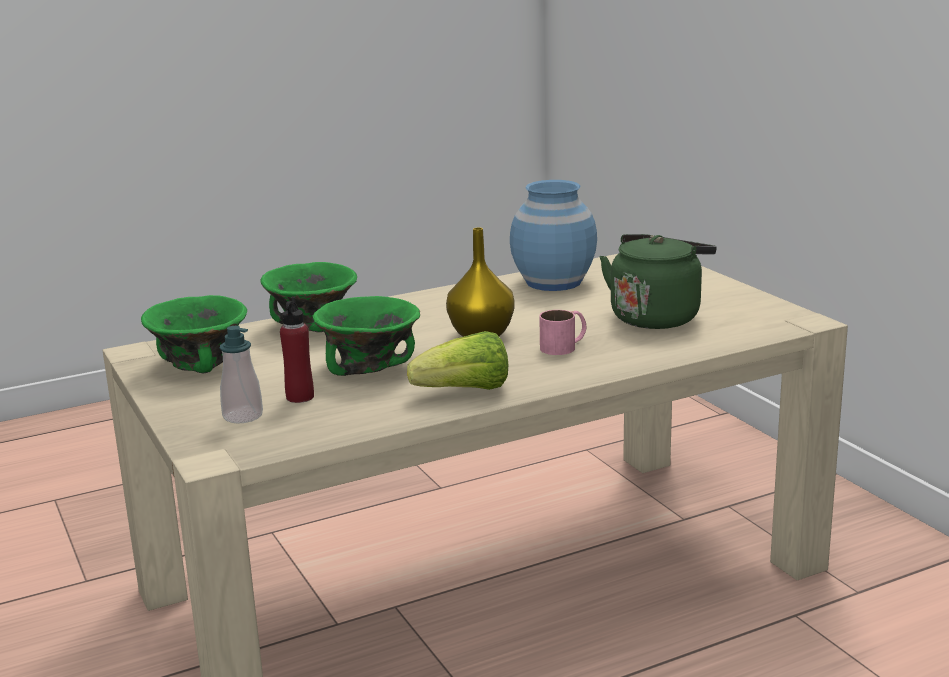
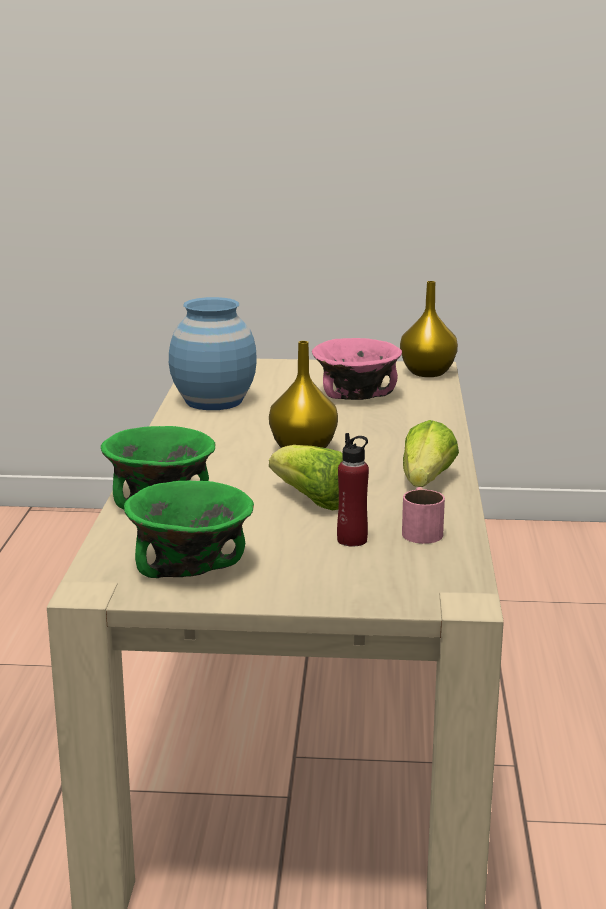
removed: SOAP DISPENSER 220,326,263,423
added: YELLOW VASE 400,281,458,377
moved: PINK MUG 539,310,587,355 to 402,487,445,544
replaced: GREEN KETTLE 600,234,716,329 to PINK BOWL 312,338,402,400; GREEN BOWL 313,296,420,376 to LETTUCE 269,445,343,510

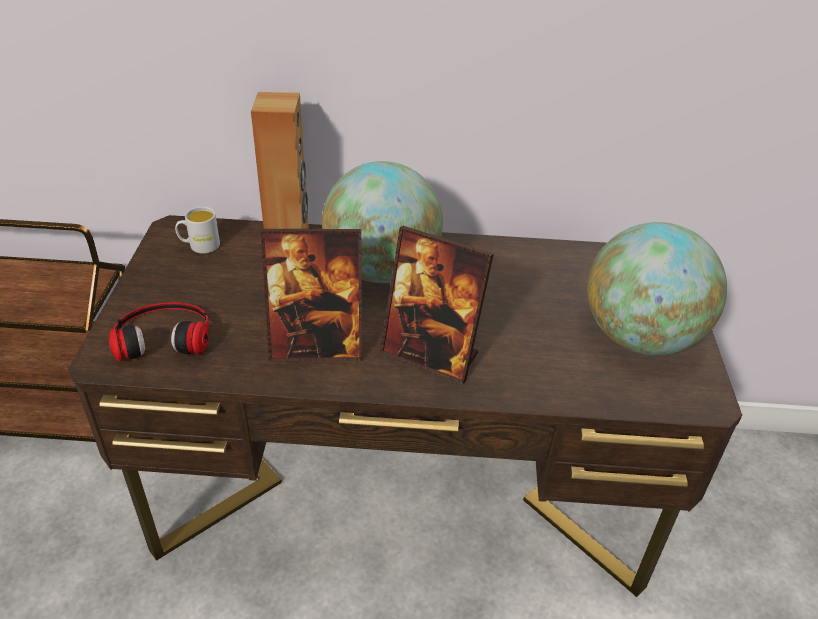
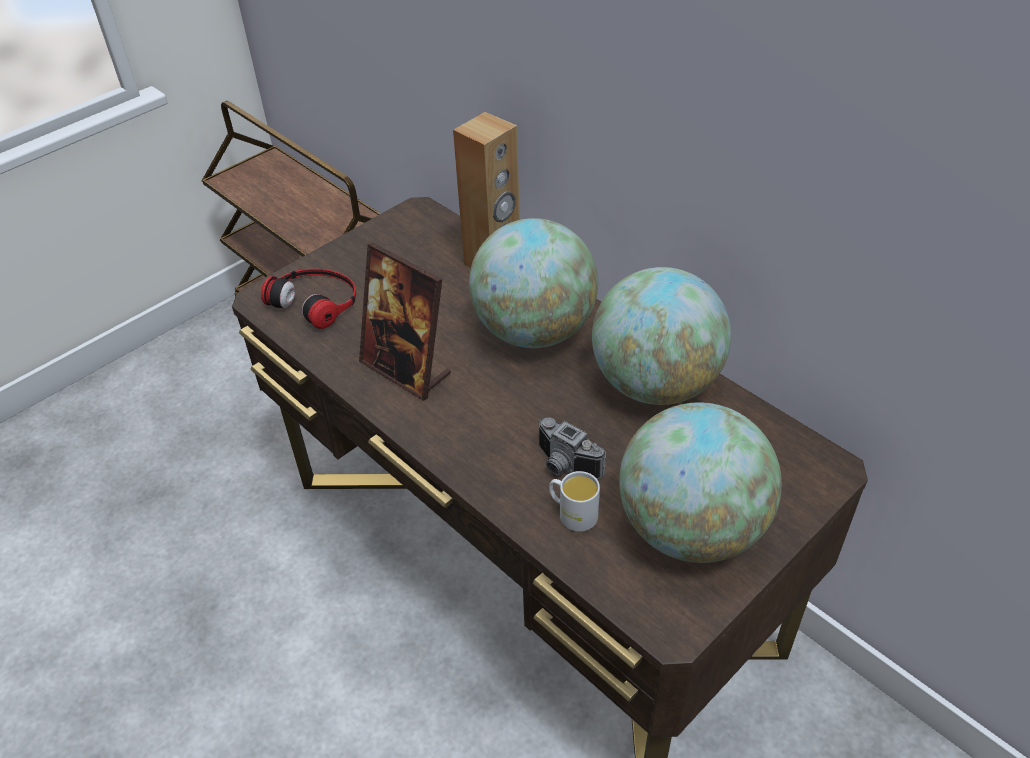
removed: PICTURE FRAME 380,226,494,384
added: GLOBE 592,267,731,405; PHOTO CAMERA 539,417,606,479
moved: WHITE MUG 175,207,220,254 to 549,471,600,532

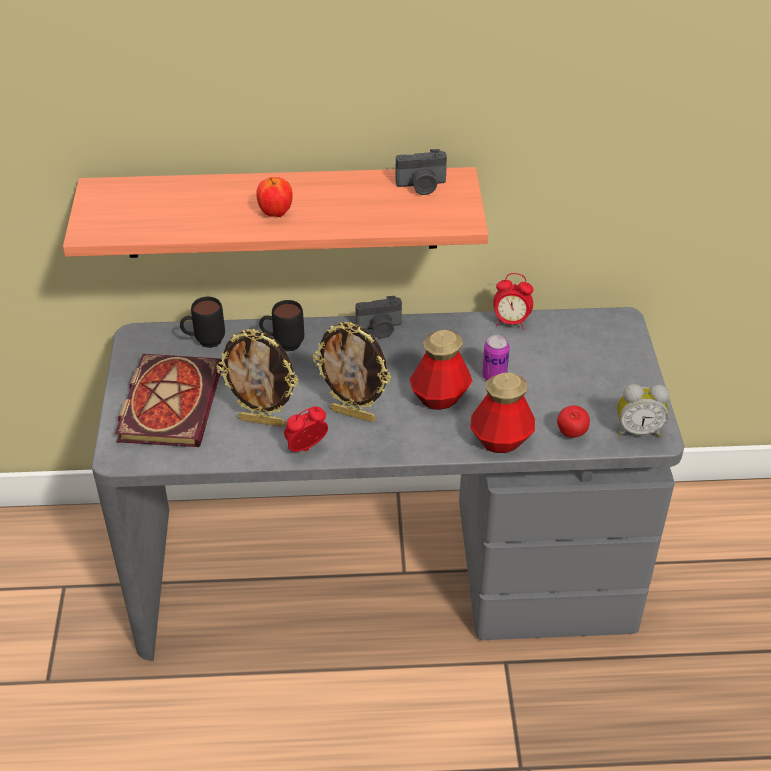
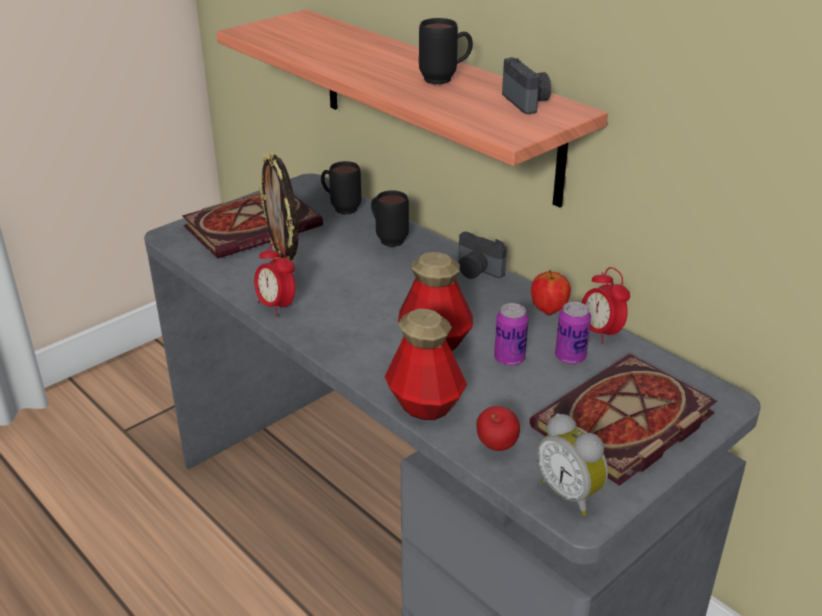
removed: PICTURE FRAME 313,322,391,422
added: BLACK MUG 419,18,473,84; CAN 555,302,591,365; BOOK 529,354,717,486
moved: APPLE 256,177,293,217 to 531,270,571,315
turned: PHOTO CAMERA 395,149,447,195 = 502,57,551,114 150 degrees counterclockwise; ALARM CLOCK 284,406,328,452 = 254,242,295,317 150 degrees counterclockwise

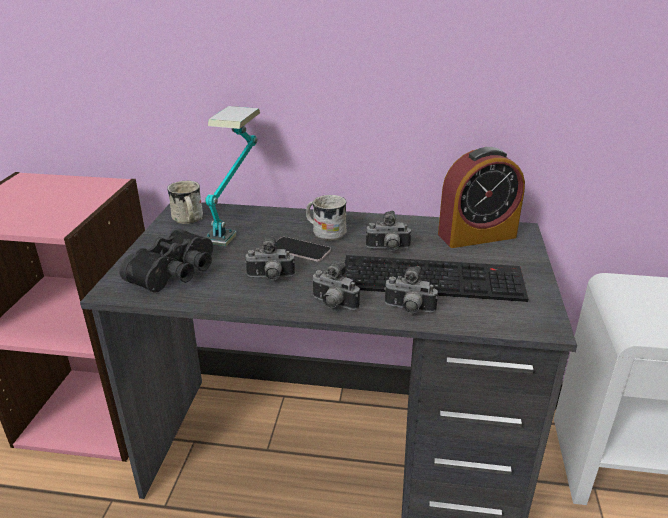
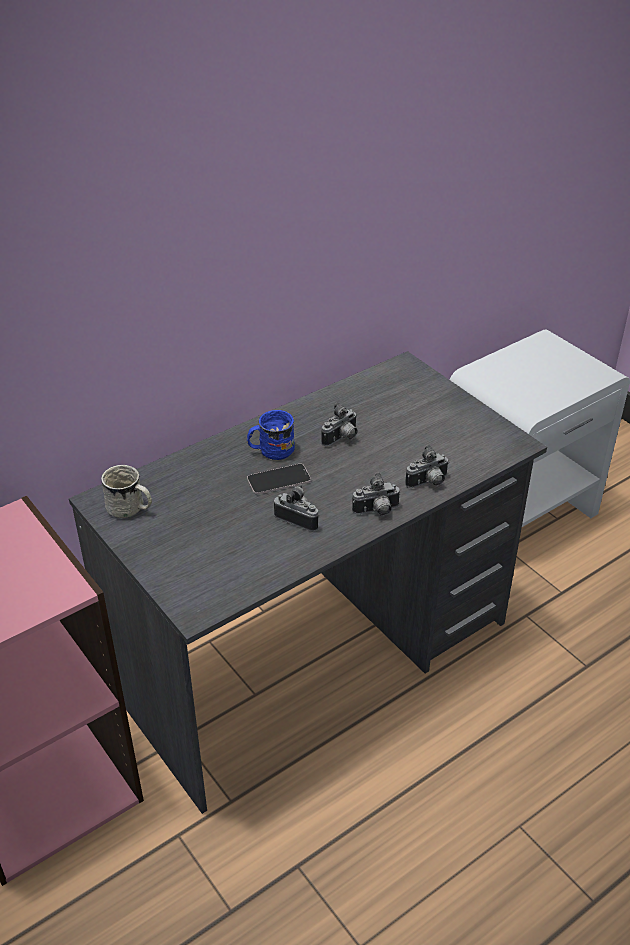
removed: TABLE LAMP 204,106,260,246; ALARM CLOCK 438,147,525,248; BLACK BINOCULARS 119,229,213,292; KEYBOARD 343,255,528,302
recoloured: WHITE MUG 306,195,347,241 to BLUE MUG 247,410,295,460
turned: PHOTO CAMERA 245,236,295,280 = 274,484,320,531 105 degrees counterclockwise

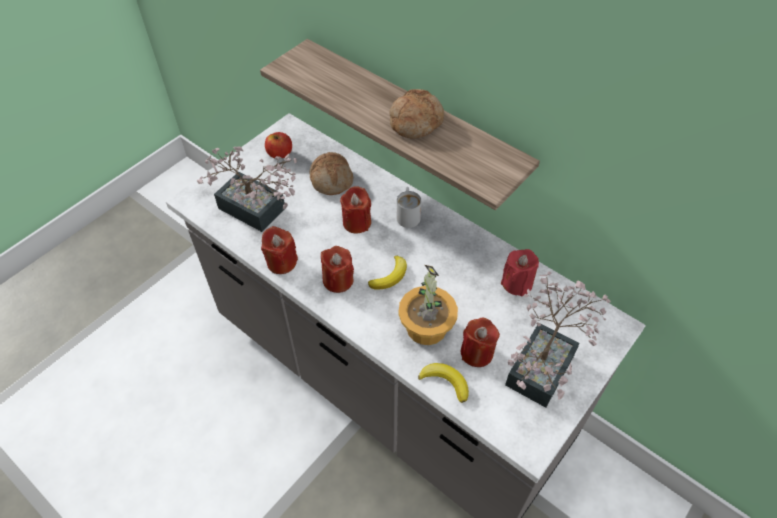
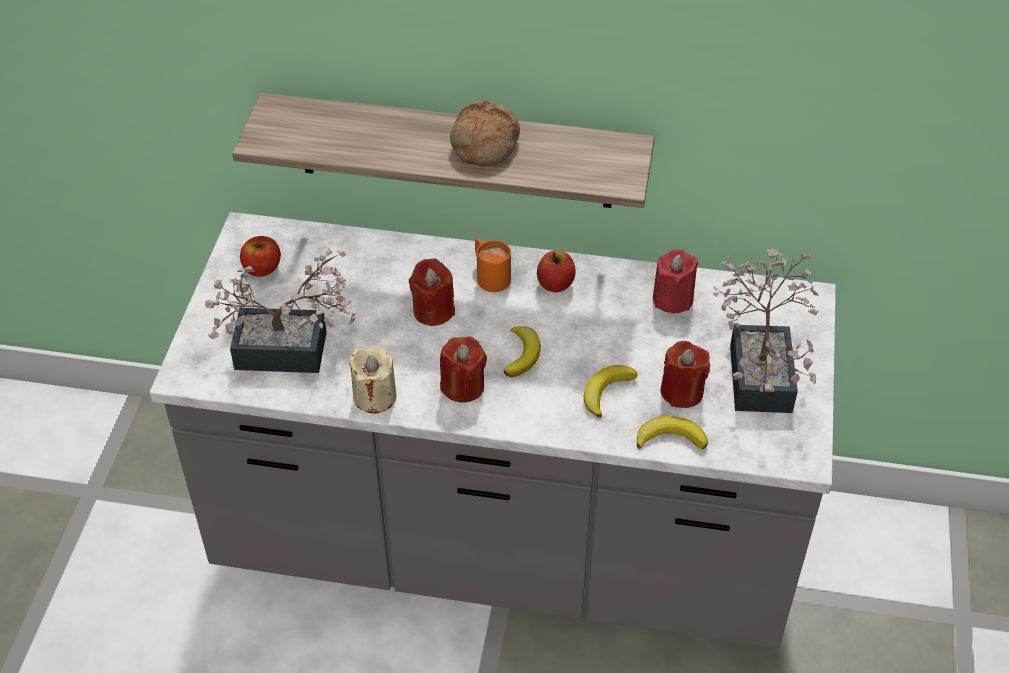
removed: BREAD 310,152,353,195
added: APPLE 537,250,576,292
replaced: POTTED PLANT 398,265,458,345 to BANANA 584,365,637,418
recoloured: WHITE MUG 397,187,421,228 to ORANGE MUG 475,238,511,292; RED CANDLE 261,226,298,274 to BEIGE CANDLE 349,347,397,413

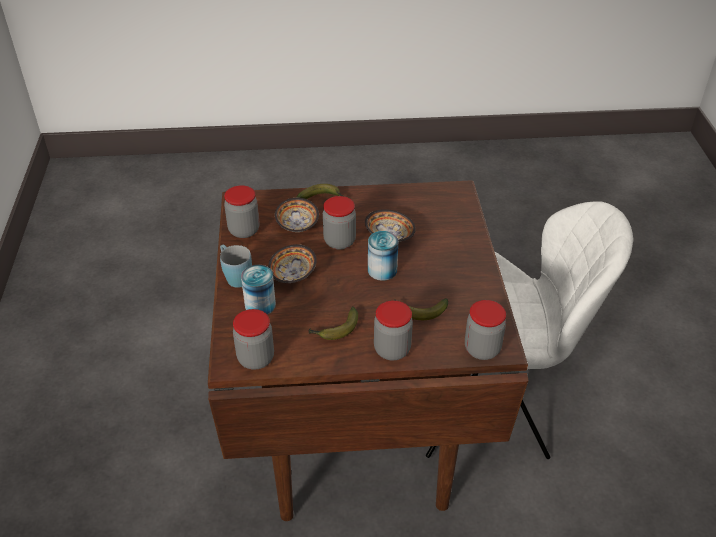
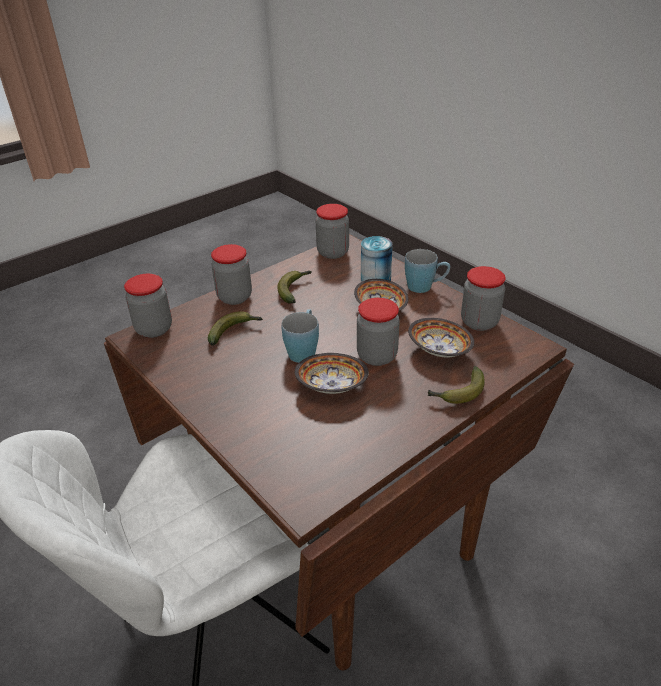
replaced: CAN 368,231,398,281 to BLUE MUG 281,309,319,363

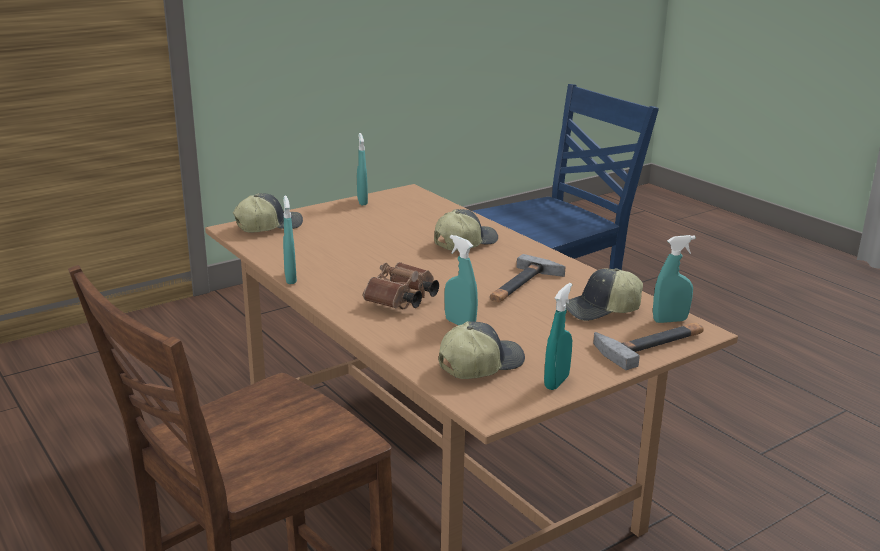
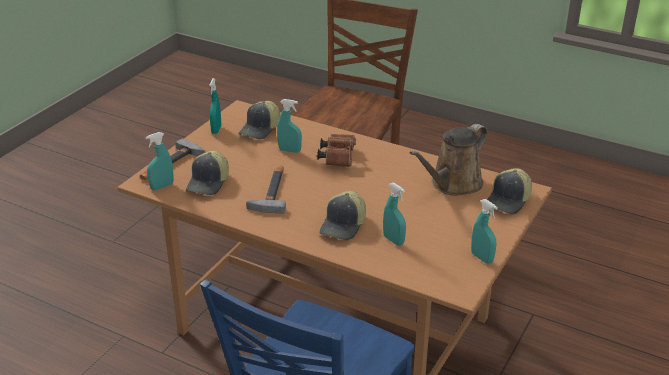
added: BROWN WATERING CAN 410,124,488,196
moved: TURQUOISE SPRAY BOTTLE 283,196,297,284 to 383,182,406,246
turned: CAP 566,268,643,321 = 186,151,229,195 150 degrees clockwise

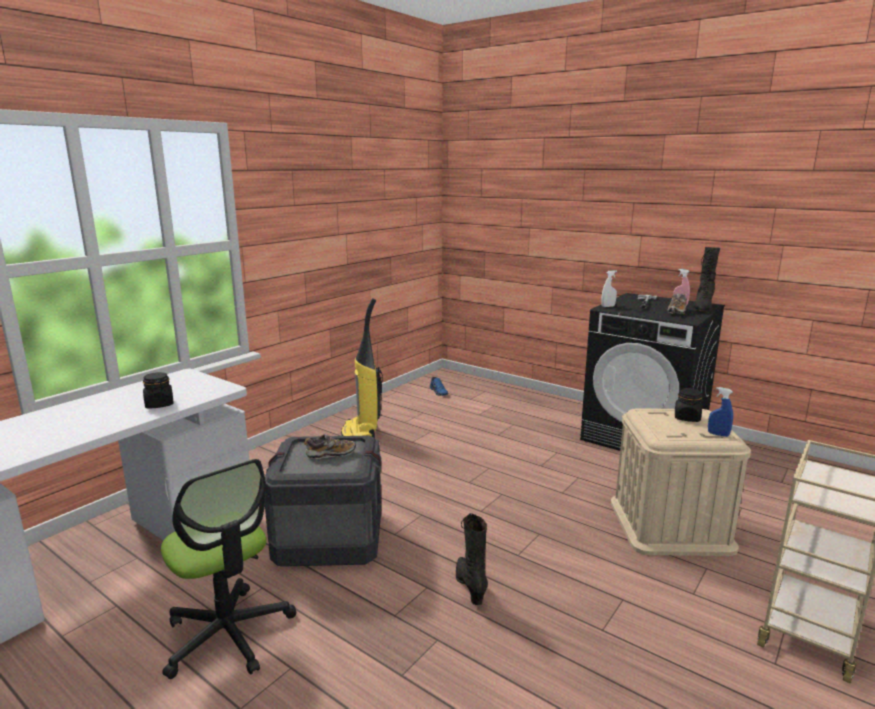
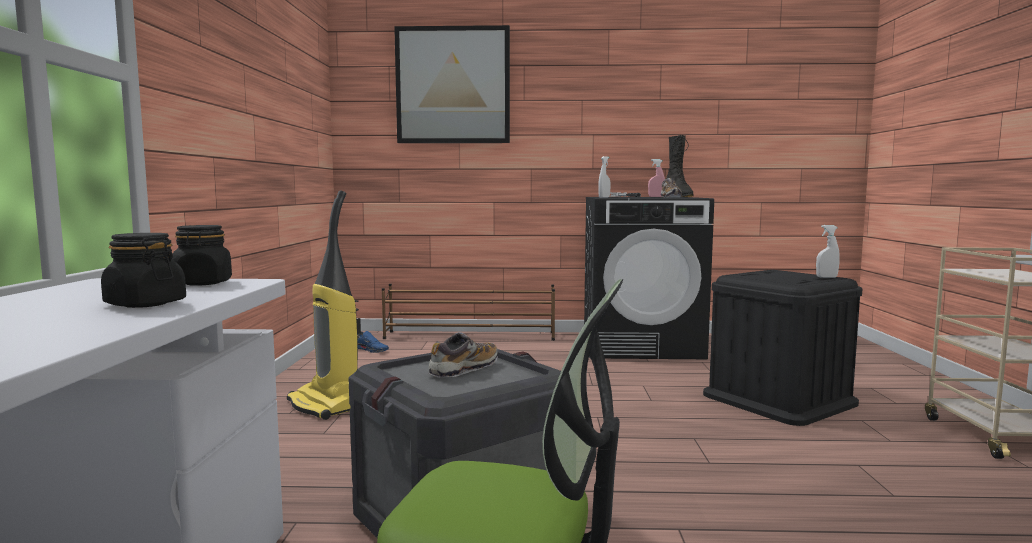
removed: BLACK BOOT 456,513,488,605
added: PICTURE 394,25,510,143; BROWN SHOE RACK 382,284,555,341
moved: BLACK JAR 675,388,702,422 to 172,225,232,286
recoloured: BLUE SPRAY BOTTLE 708,387,733,437 to WHITE SPRAY BOTTLE 816,225,840,278; BEIGE STORAGE BOX 611,409,751,556 to BLACK STORAGE BOX 703,270,863,426

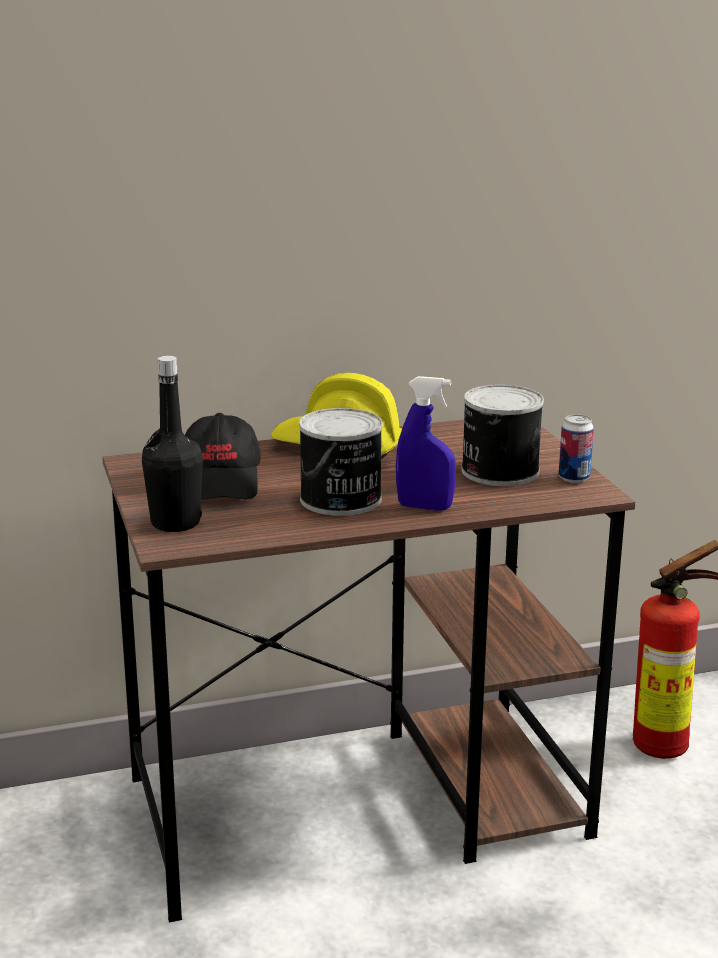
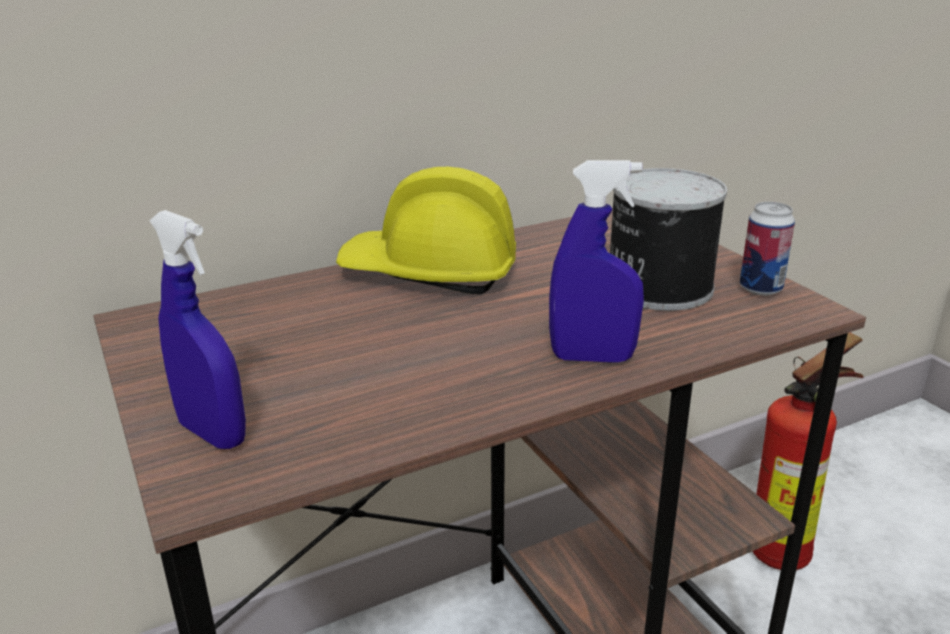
removed: CAN 299,408,383,516; BLACK CAP 185,413,261,500
replaced: BLACK BOTTLE 142,356,203,532 to BLUE SPRAY BOTTLE 150,210,246,449

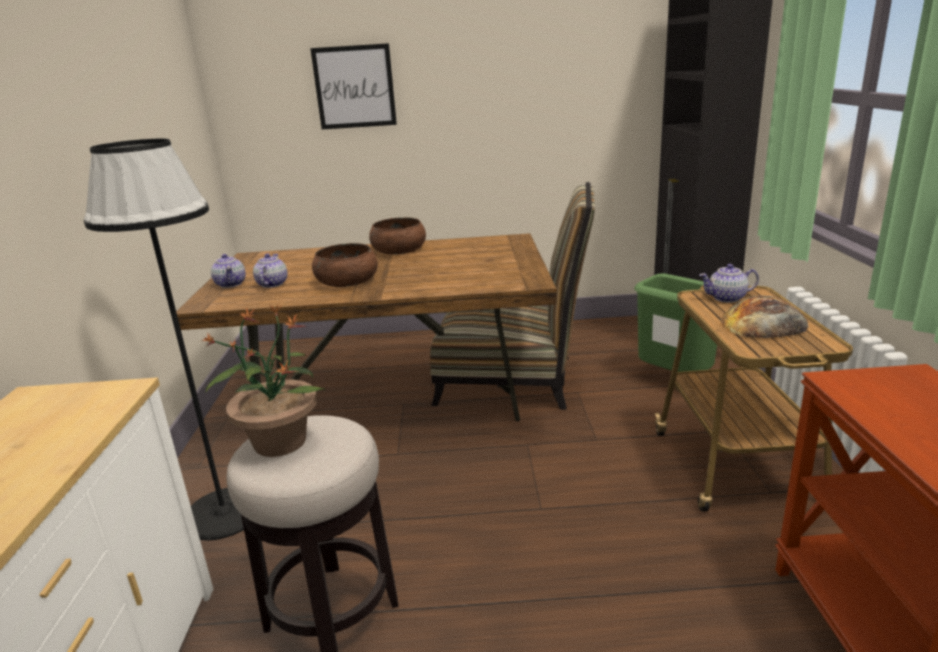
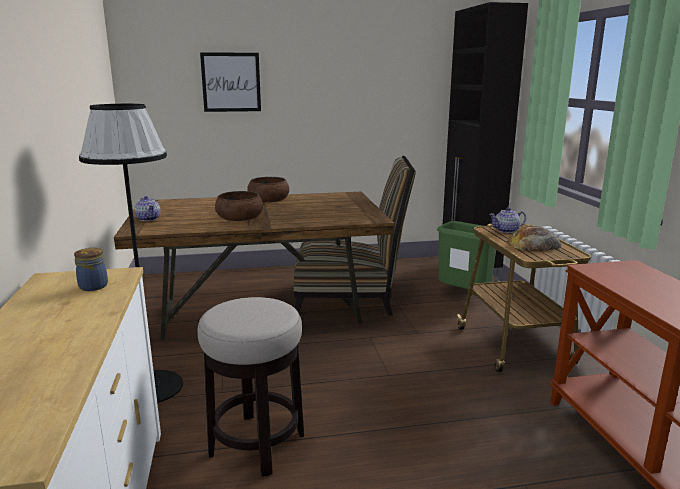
removed: TEAPOT 253,254,288,288; POTTED PLANT 199,305,325,457
added: JAR 74,248,108,291

